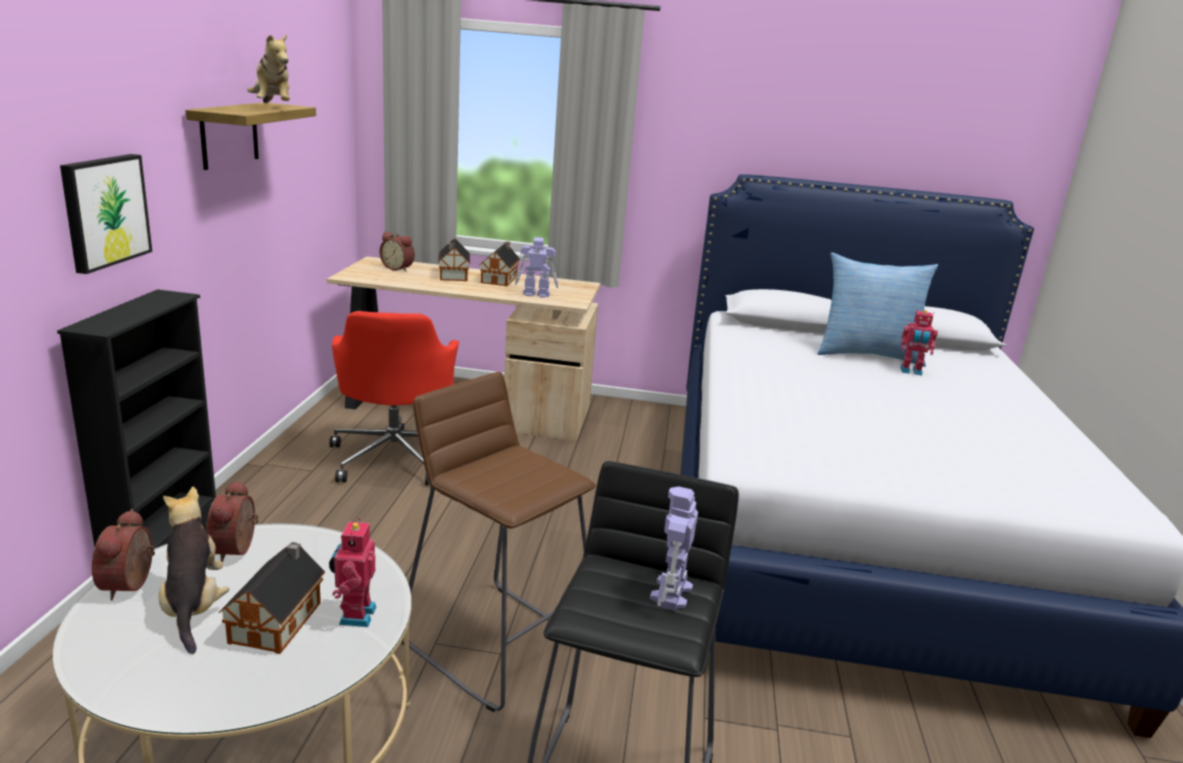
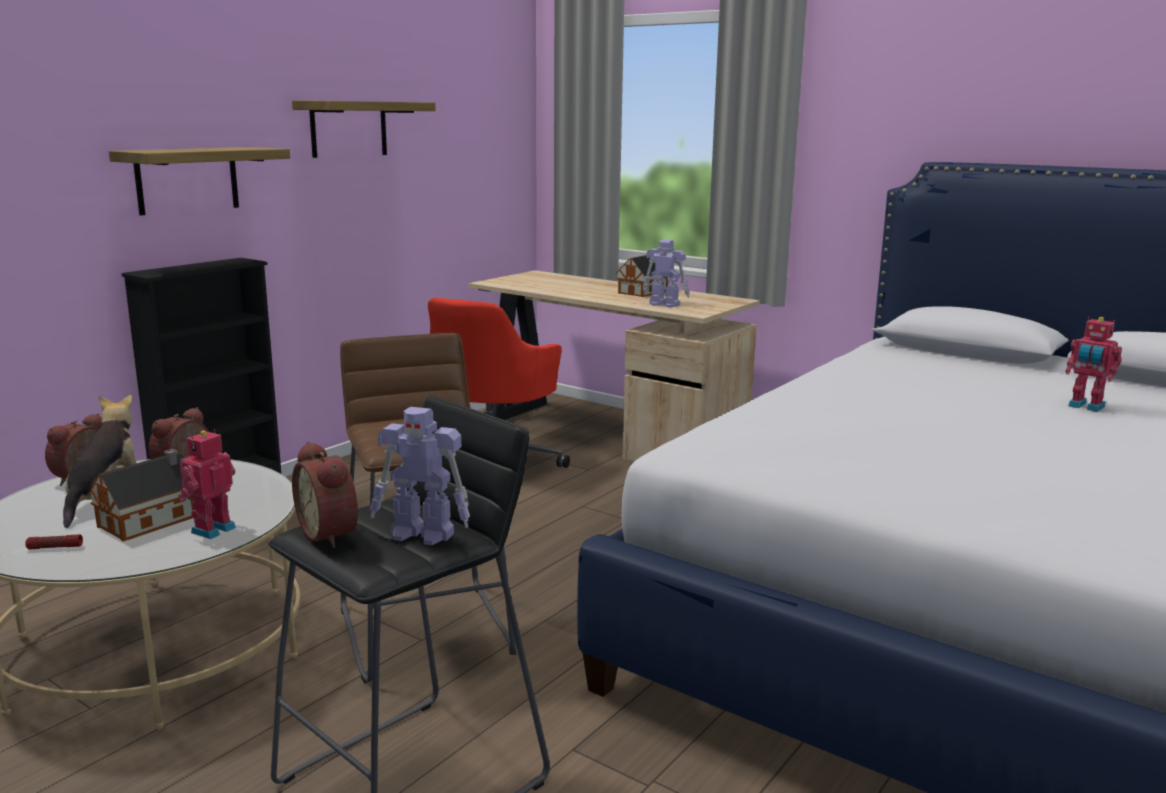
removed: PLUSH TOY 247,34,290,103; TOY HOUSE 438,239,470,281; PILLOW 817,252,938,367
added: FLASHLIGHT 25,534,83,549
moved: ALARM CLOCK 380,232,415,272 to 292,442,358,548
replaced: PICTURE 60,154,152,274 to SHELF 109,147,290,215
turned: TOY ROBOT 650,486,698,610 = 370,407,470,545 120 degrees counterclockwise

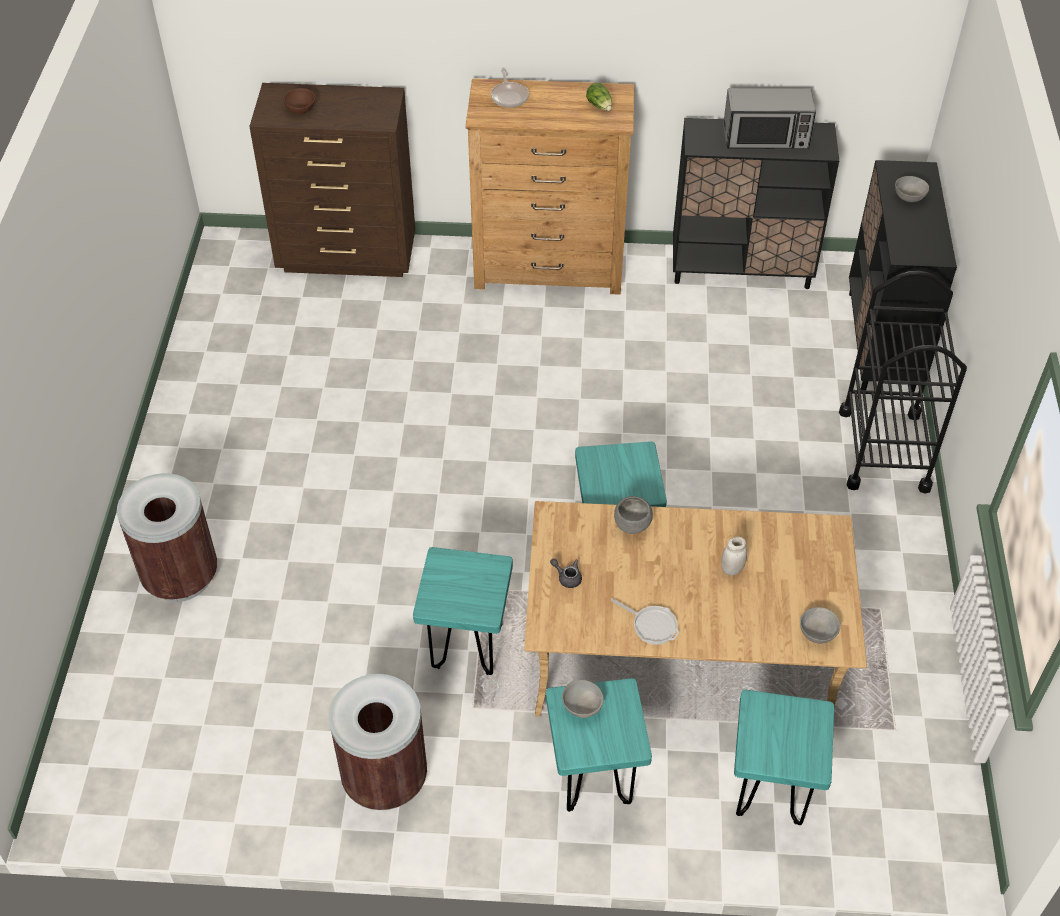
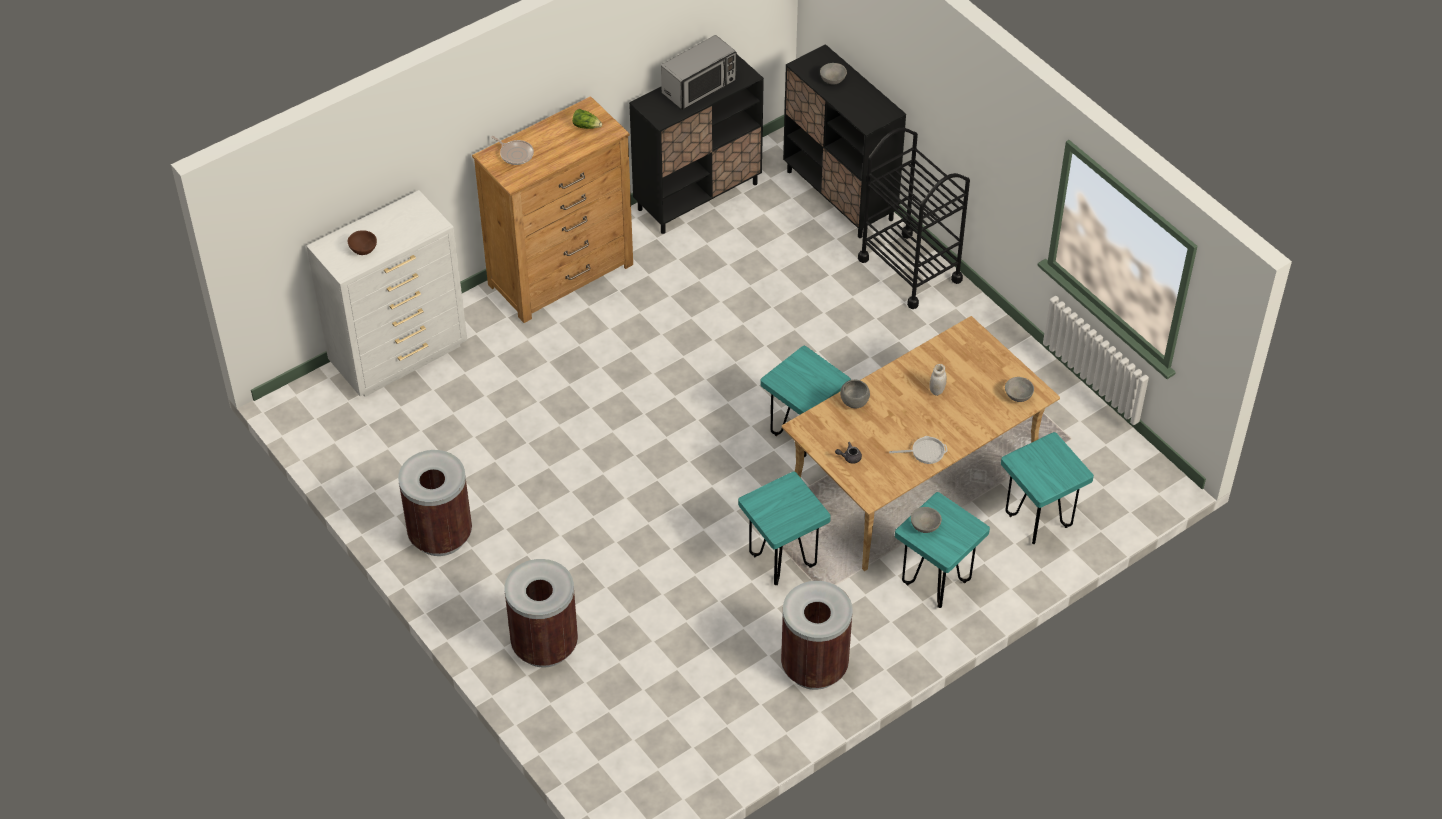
added: BROWN TRASH CAN 398,450,472,556
recoloured: BROWN DRESSER 249,83,415,277 to WHITE DRESSER 307,190,467,397

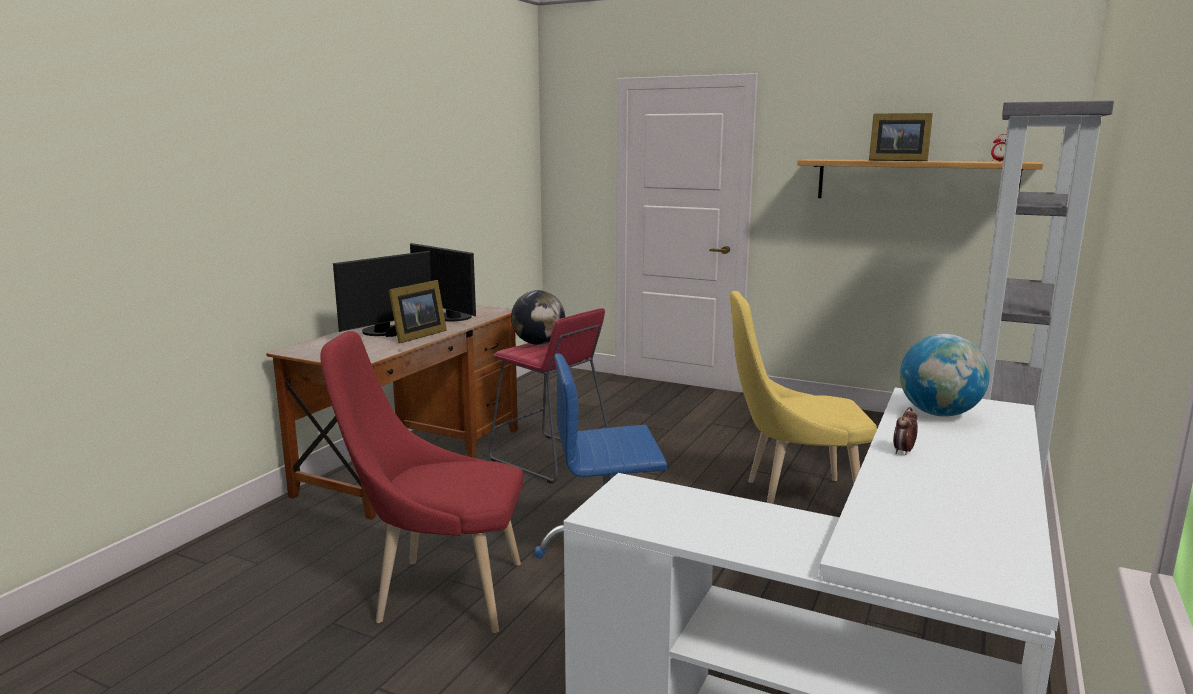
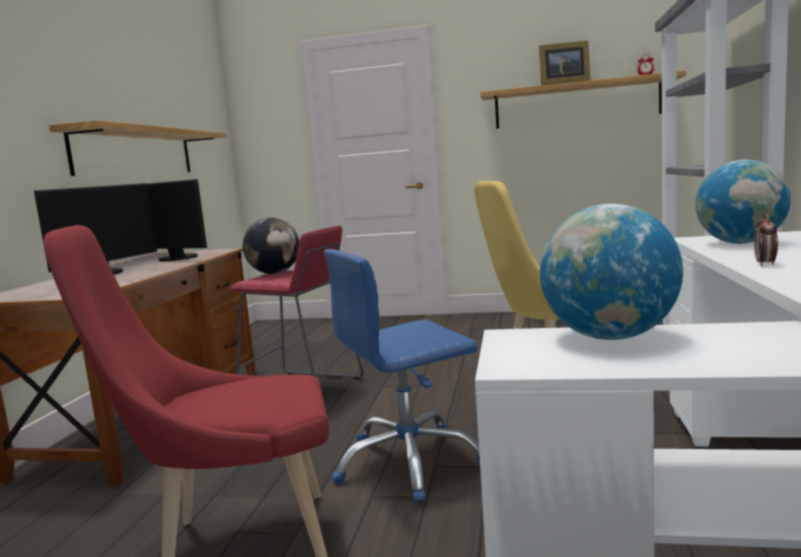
removed: PICTURE FRAME 386,280,447,344
added: SHELF 49,120,227,176; GLOBE 540,204,683,340

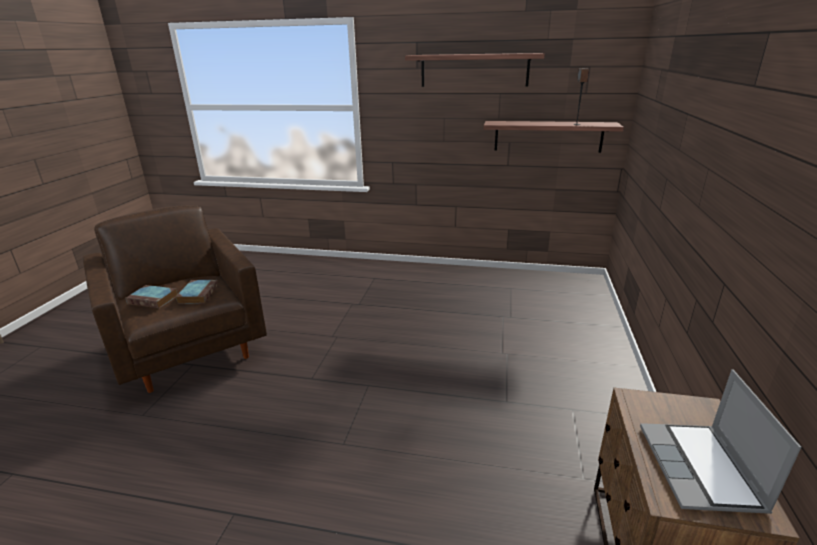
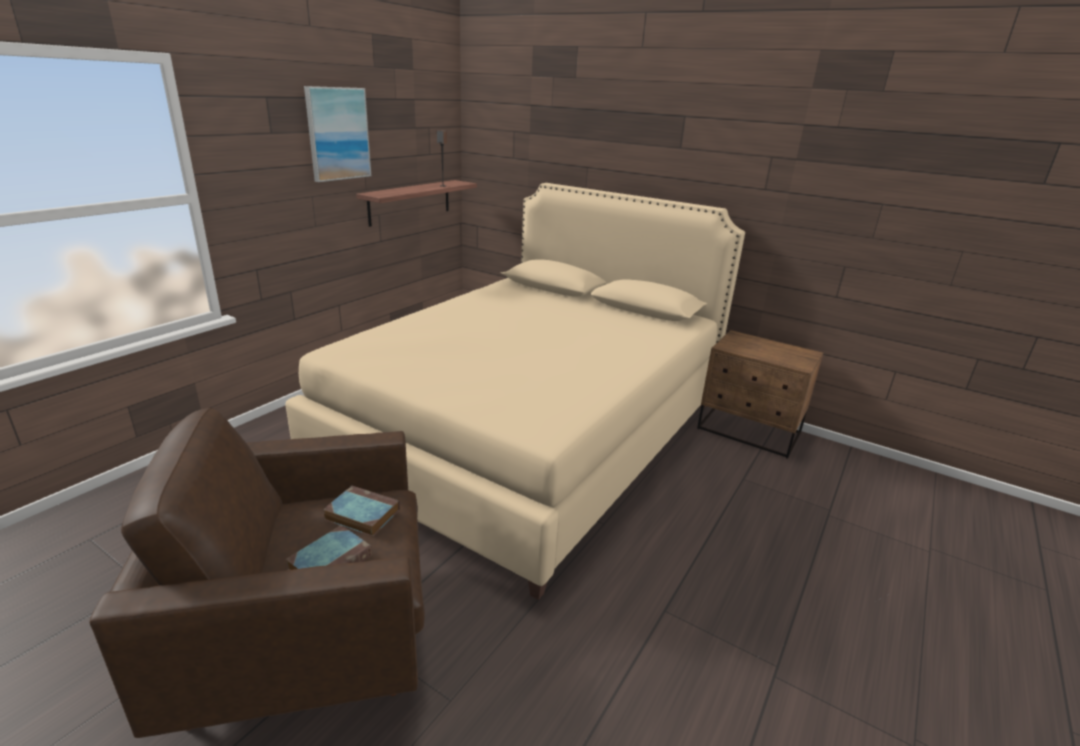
removed: LAPTOP 640,369,801,514
added: BEIGE BED 285,183,745,600
replaced: SHELF 405,53,545,87 to PICTURE 304,86,371,182

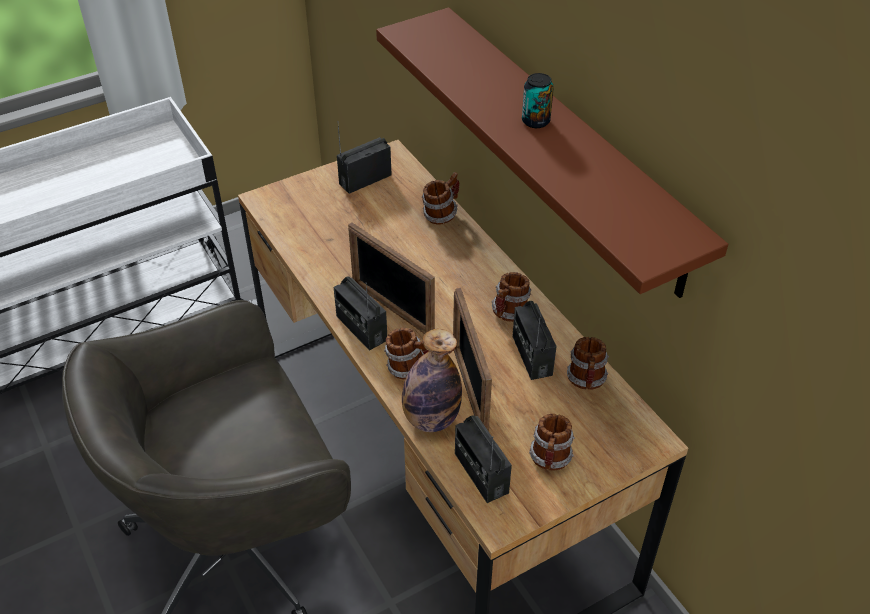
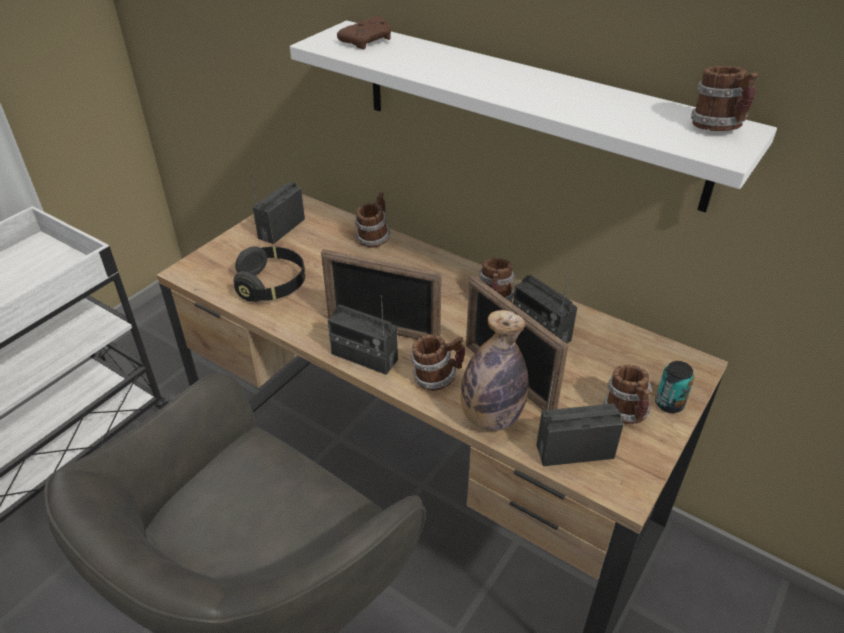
added: BROWN GAME CONTROLLER 337,16,391,49; BLACK HEADPHONES 234,246,305,302
moved: CAN 522,73,554,128 to 655,361,694,413; MUG 567,337,609,390 to 691,66,758,131
recoloured: BROWN SHELF 376,8,728,298 to WHITE SHELF 290,21,777,213
turned: RADIO 455,415,512,503 = 536,371,624,466 135 degrees clockwise

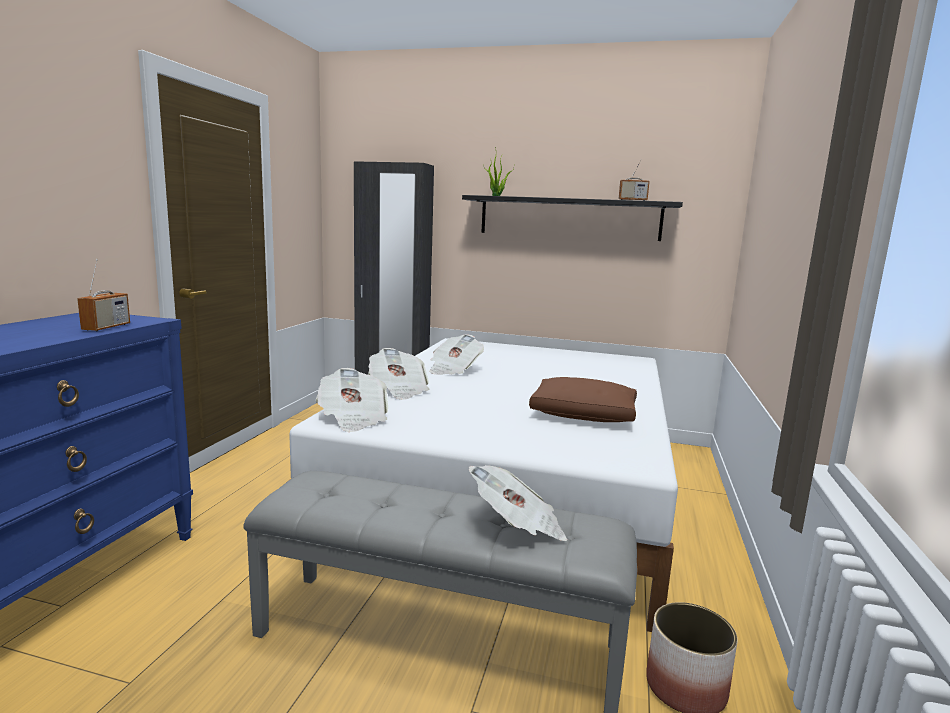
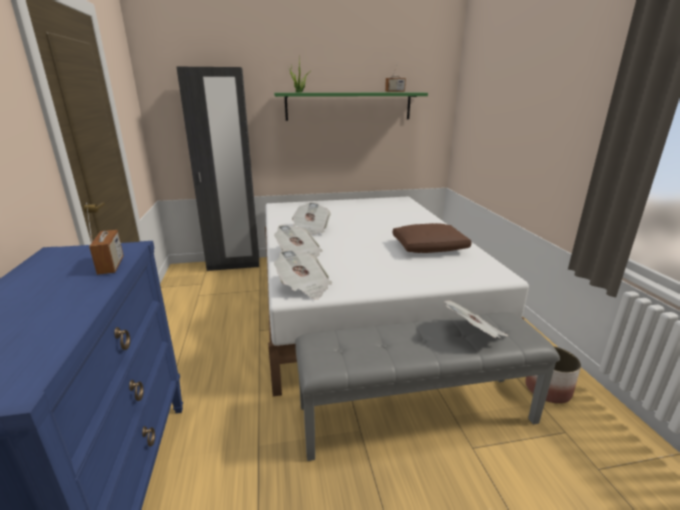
recoloured: BLACK SHELF 462,195,683,241 to GREEN SHELF 274,93,428,121

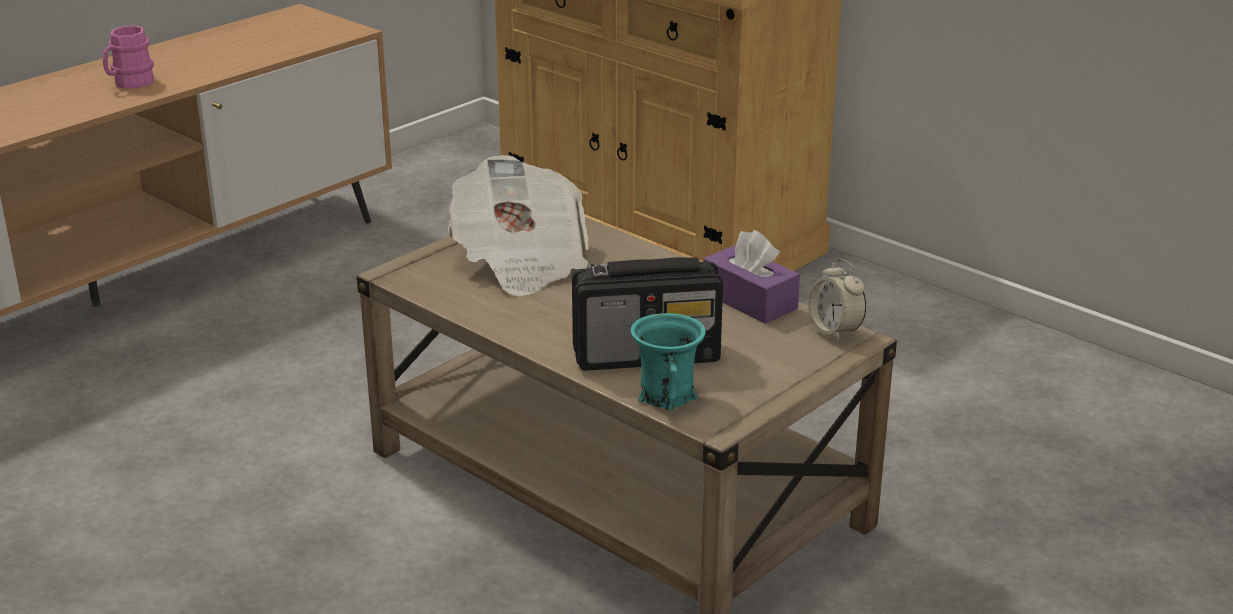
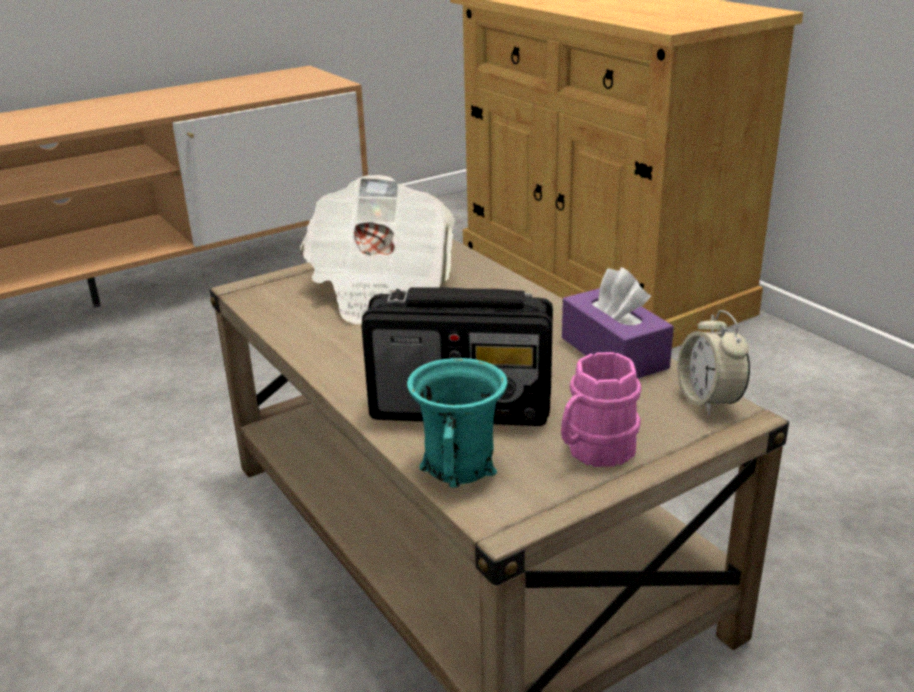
moved: PINK MUG 103,26,154,89 to 561,352,642,467

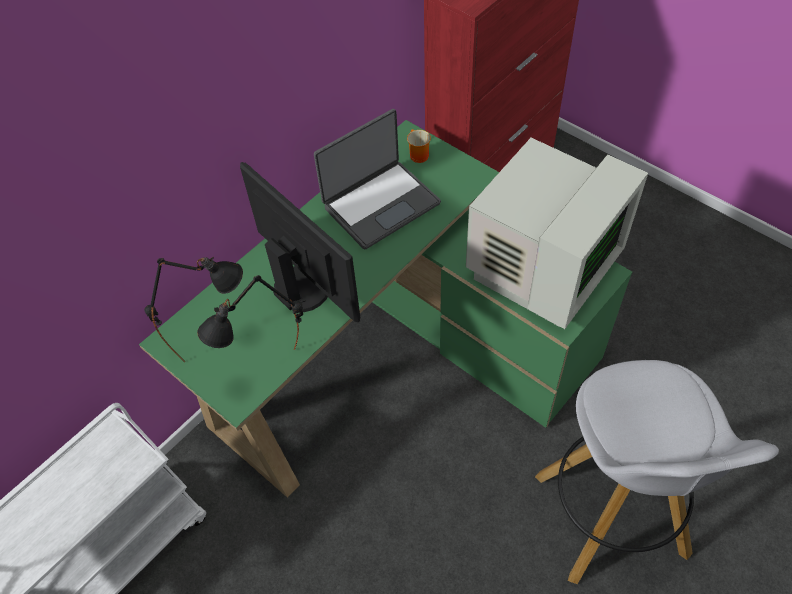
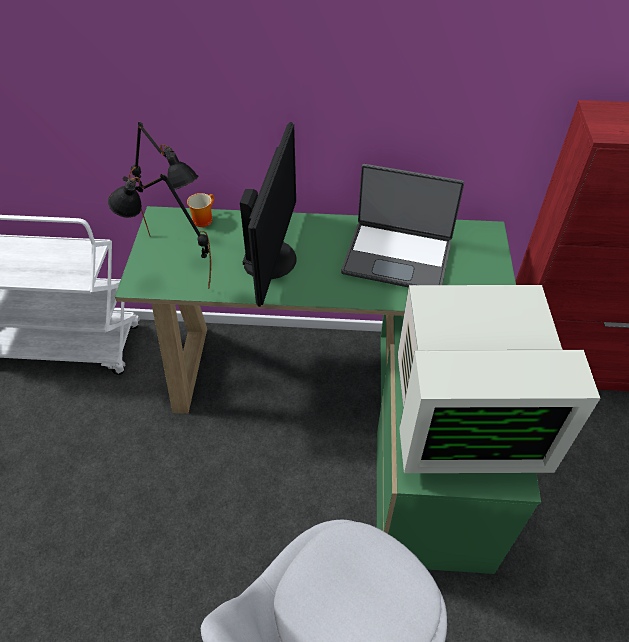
moved: MUG 407,129,431,163 to 187,193,214,227

